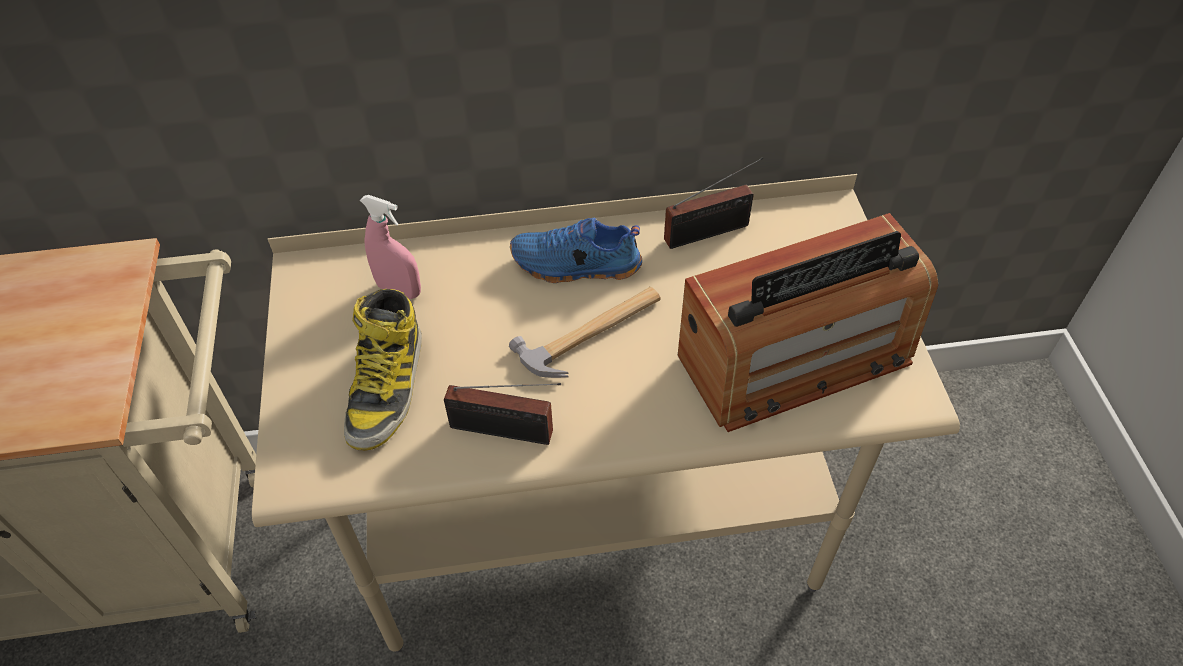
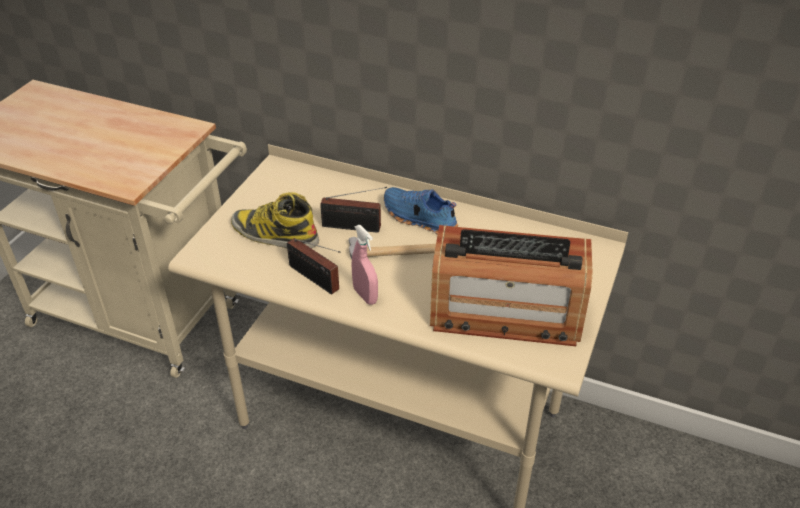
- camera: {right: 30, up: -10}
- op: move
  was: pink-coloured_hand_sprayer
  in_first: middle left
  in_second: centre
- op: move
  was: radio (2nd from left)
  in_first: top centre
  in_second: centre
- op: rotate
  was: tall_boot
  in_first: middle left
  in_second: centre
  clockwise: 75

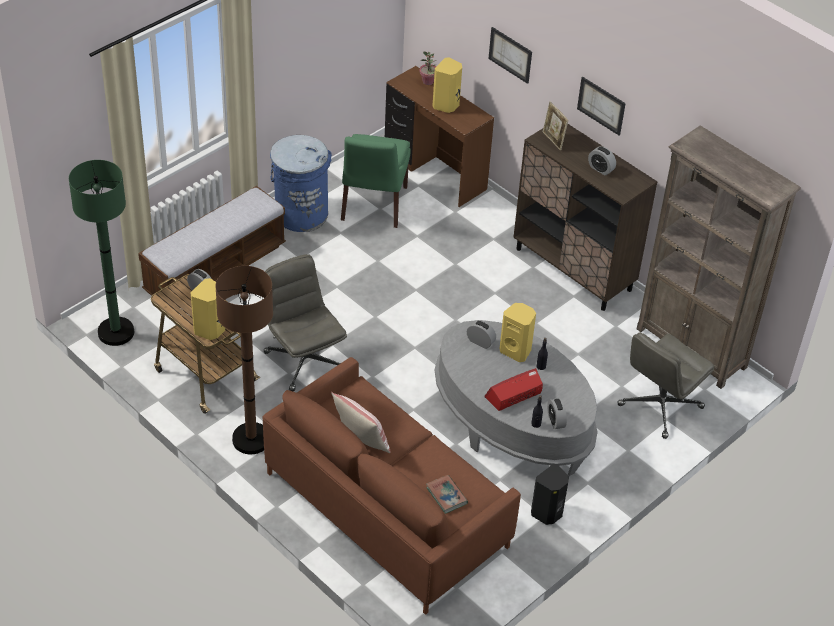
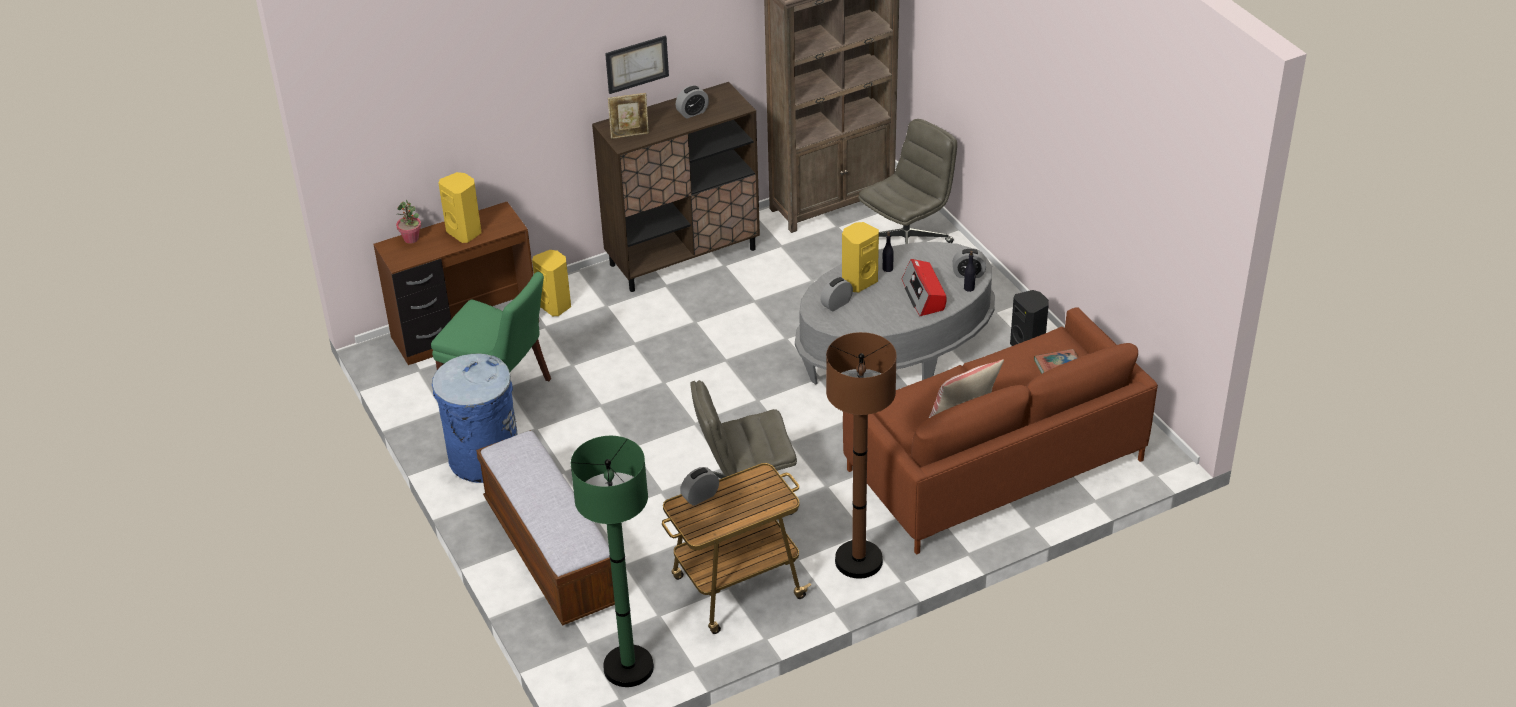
- camera: {right: -70, up: -5}
- op: delete
  was: wall_picture (1st from left)
  in_first: top centre
- op: move
  was: yellowish_loudspeaker (1st from left in the first image)
  now: yellowish_loudspeaker (2nd from left)
  in_first: middle left
  in_second: centre
- op: rotate
  was: gray_computer_chair (2nd from left)
  in_first: middle right
  in_second: top centre
  clockwise: -105

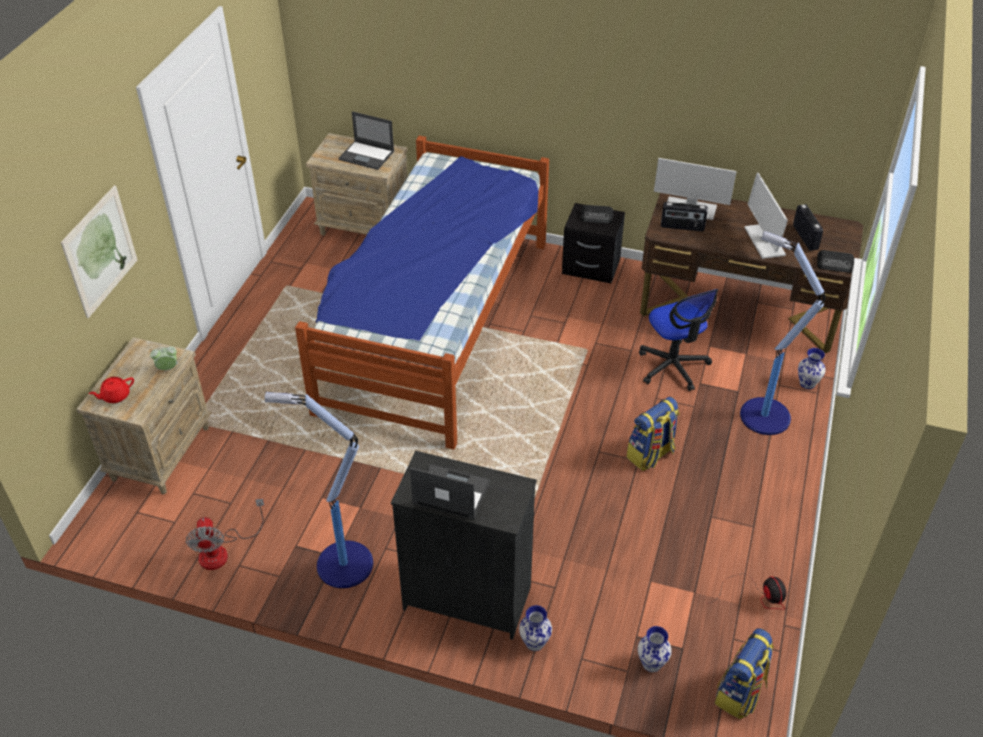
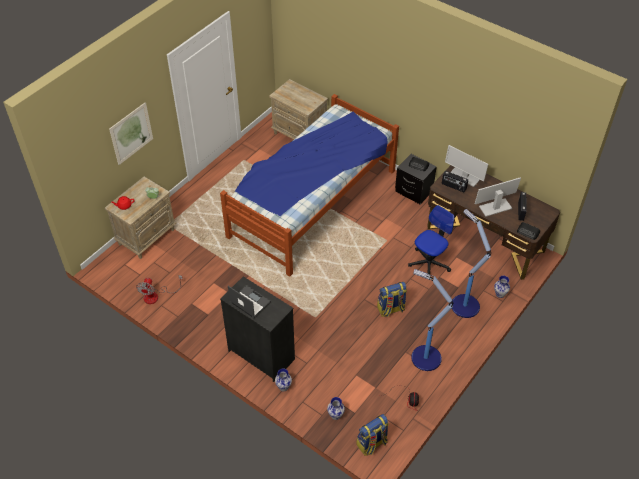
- camera: {right: 20, up: 5}
- op: delete
  was: portable_computer (1st from left)
  in_first: top centre
- op: move
  was: standing_lamp (1st from left)
  in_first: middle left
  in_second: bottom right
- op: rotate
  was: computer_chair
  in_first: middle right
  in_second: middle right
  clockwise: -135
- op: rotate
  was: monitor (2nd from left)
  in_first: top right
  in_second: middle right
  clockwise: 60

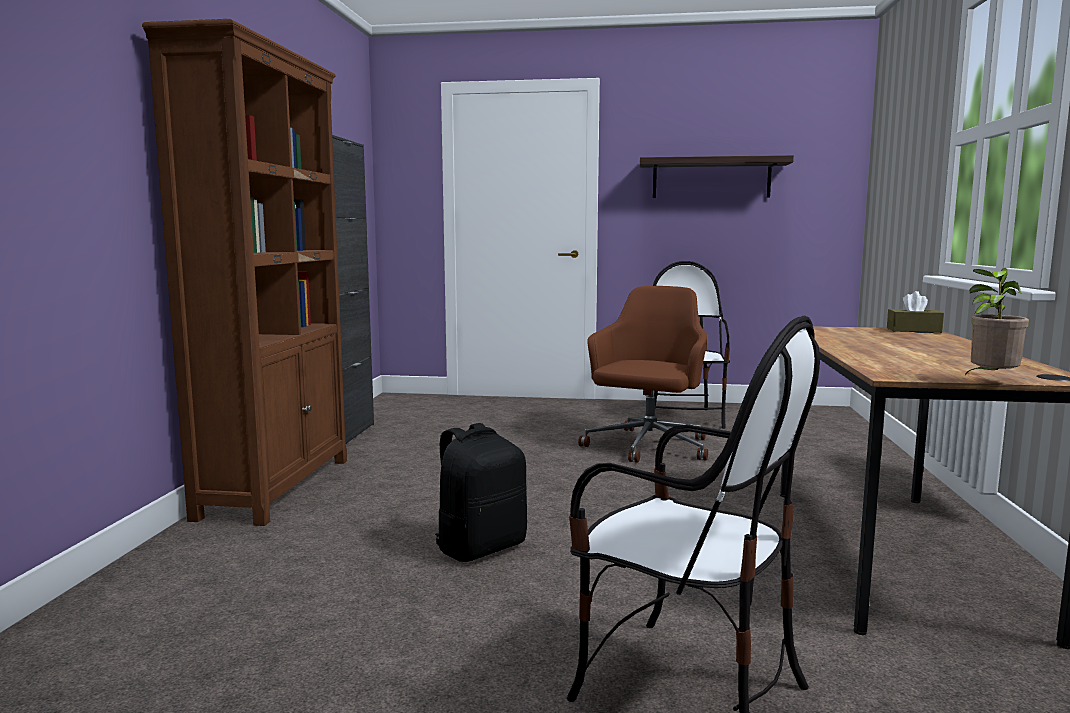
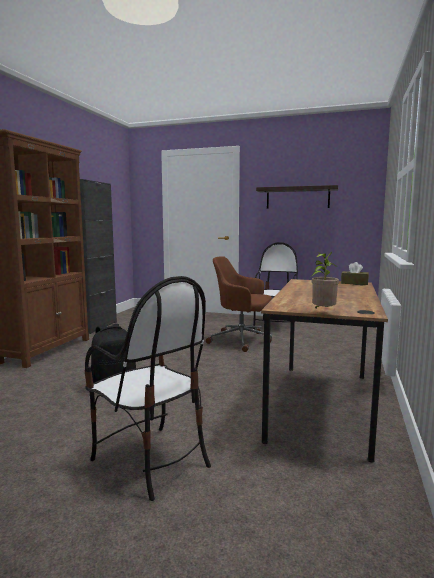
- camera: {right: 10, up: 0}
- op: rotate
  was: brown-coloured_computer_chair
  in_first: centre
  in_second: centre
  clockwise: -105

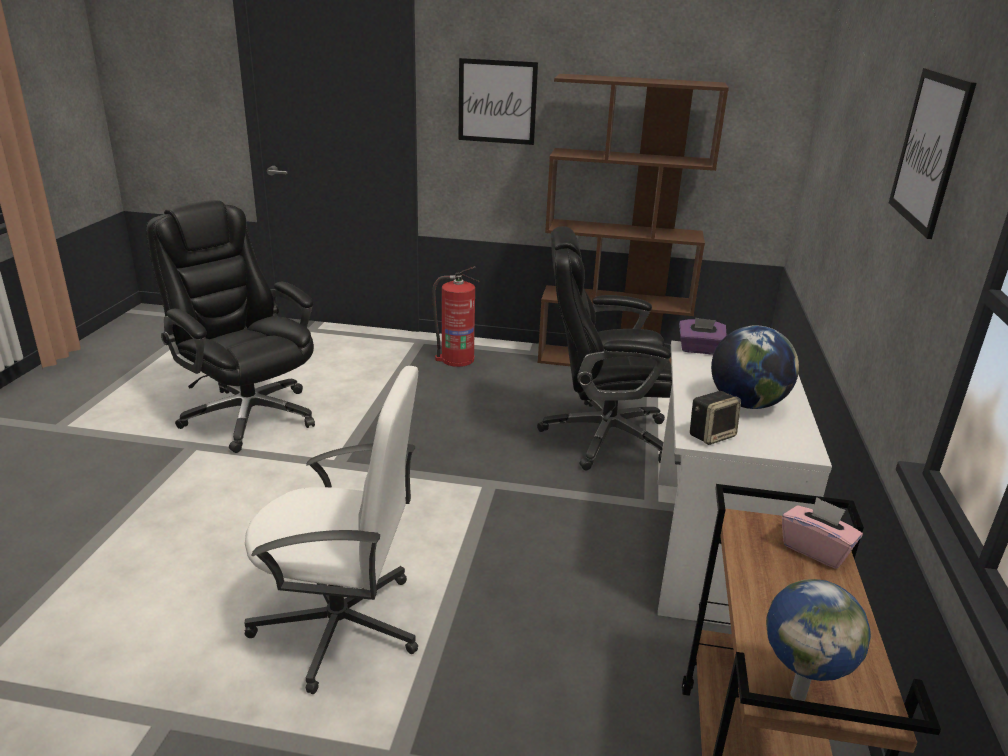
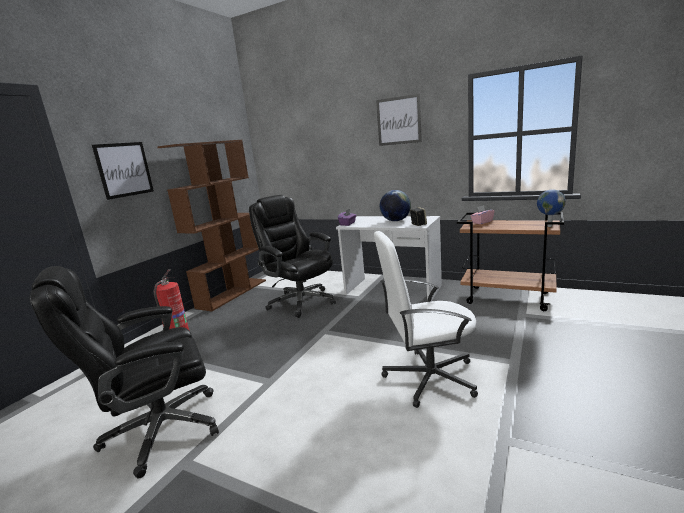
- camera: {right: -70, up: -10}
- op: rotate
  was: whitish_computer_chair
  in_first: bottom left
  in_second: centre
  clockwise: -120
- op: rotate
  was: black-coloured_computer_chair (2nd from left)
  in_first: centre
  in_second: centre
  clockwise: 120

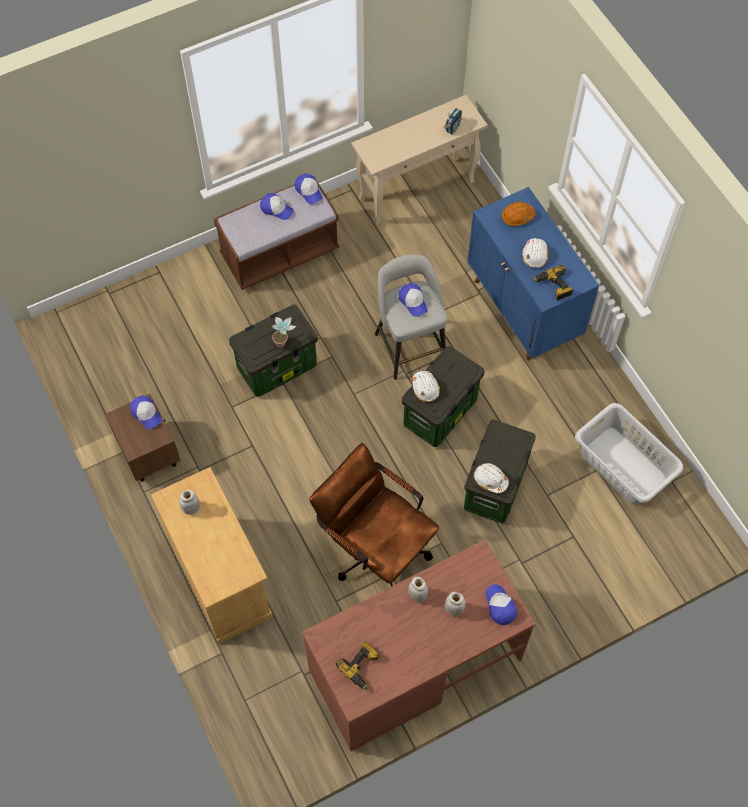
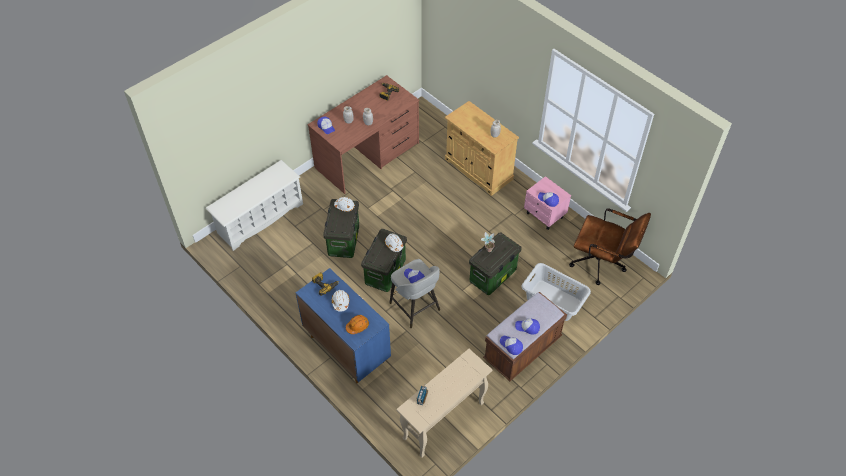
- camera: {right: 165, up: -10}
- op: insert
  now: whitish_shoe_stand
  in_second: middle left
- op: move
  was: brown-coloured_computer_chair
  in_first: centre
  in_second: middle right
- op: move
  was: gray_hamper
  in_first: middle right
  in_second: centre
- op: recolor
  was: brown-coloured_bedside_table
  now: pink-coloured_bedside_table
  in_first: middle left
  in_second: centre

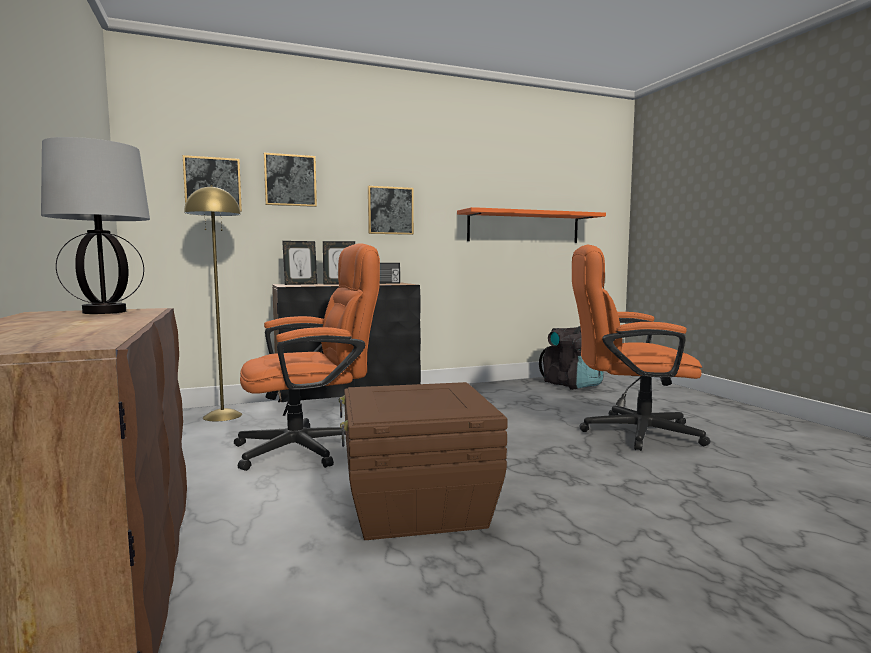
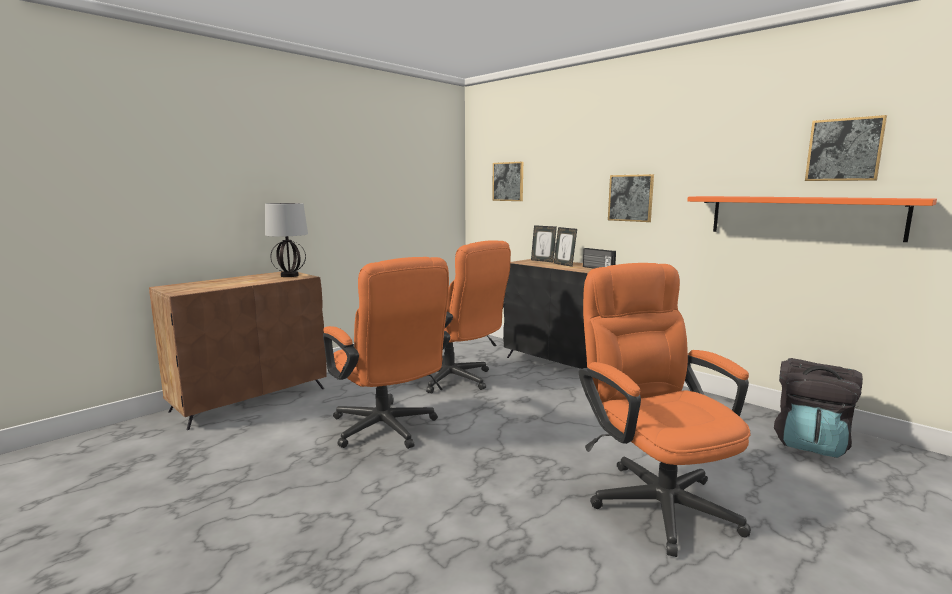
- camera: {right: 65, up: 5}
- op: delete
  was: yellowish_standing_lamp
  in_first: middle left
- op: move
  was: wall_picture (2nd from left in the first image)
  now: wall_picture (3rd from left)
  in_first: top left
  in_second: top right
- op: replace
  was: brown-coloured_storage_container
  now: orange-coloured_computer_chair (1st from left)
  in_first: bottom centre
  in_second: centre

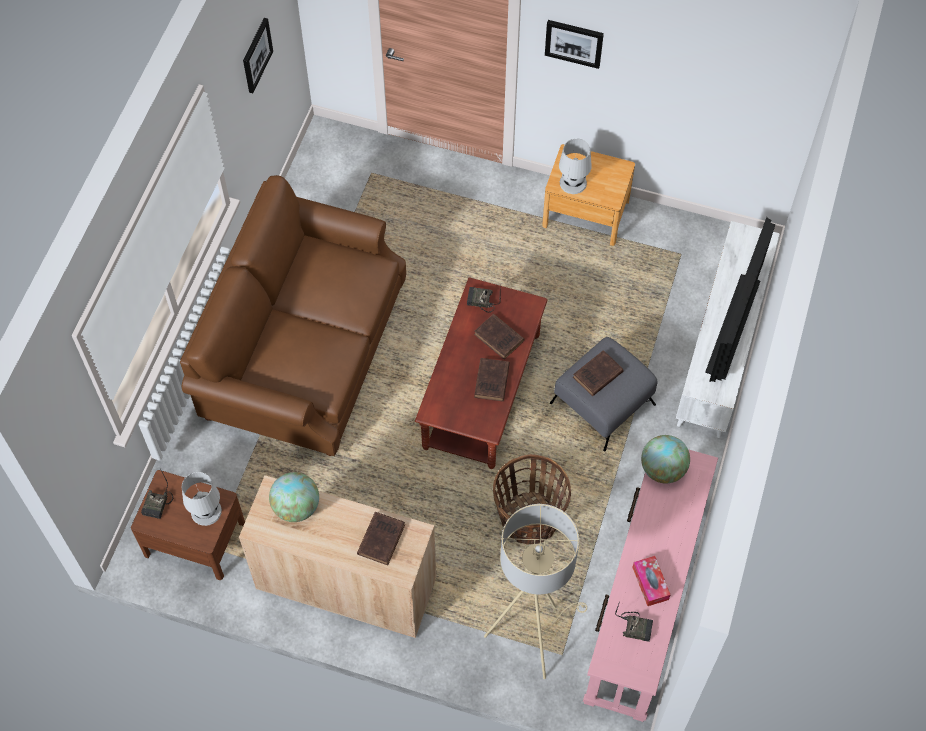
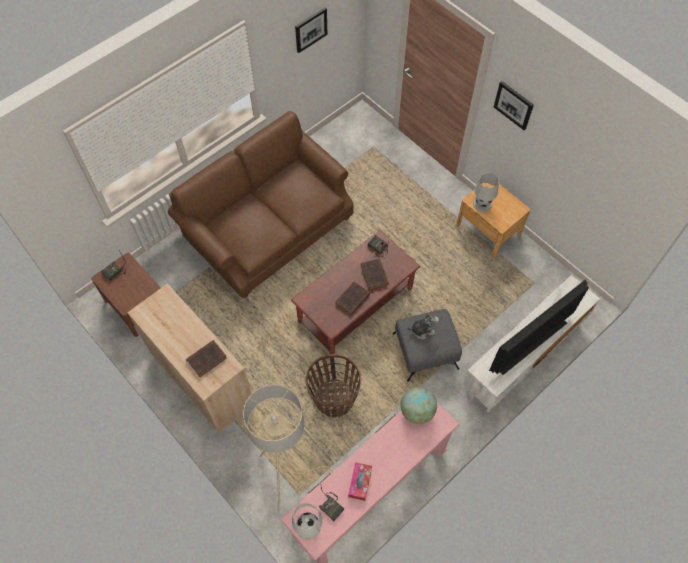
- camera: {right: 30, up: 0}
- op: delete
  was: desk_globe (1st from left)
  in_first: bottom left
- op: move
  was: whitish_lamp_for_a_table (1st from left)
  in_first: bottom left
  in_second: bottom centre
- op: replace
  was: brown-coloured_book (4th from left)
  now: soft_toy
  in_first: centre
  in_second: centre

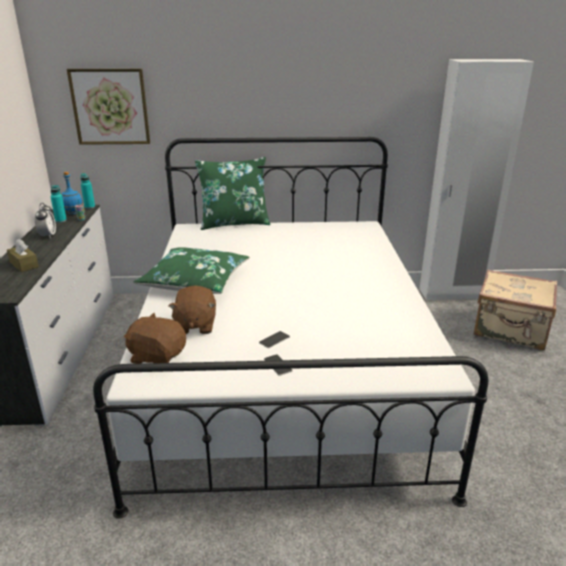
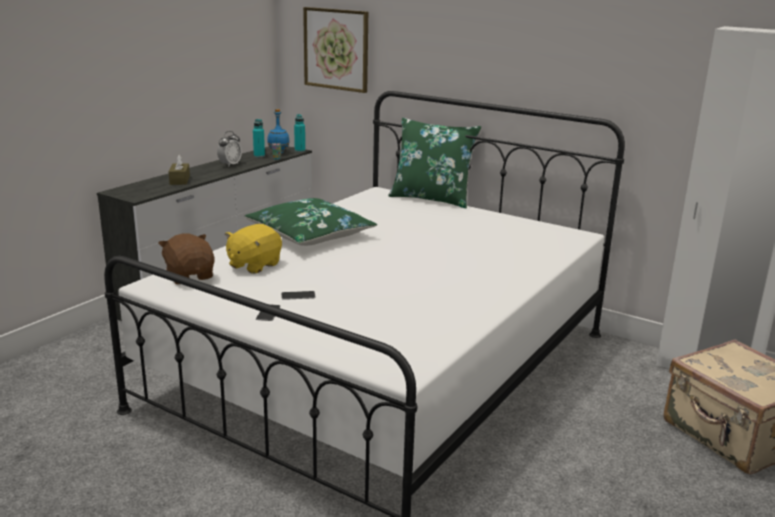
- camera: {right: 35, up: -5}
- op: recolor
  was: brown-coloured_soft_toy (2nd from left)
  now: yellowish_soft_toy
  in_first: centre
  in_second: middle left

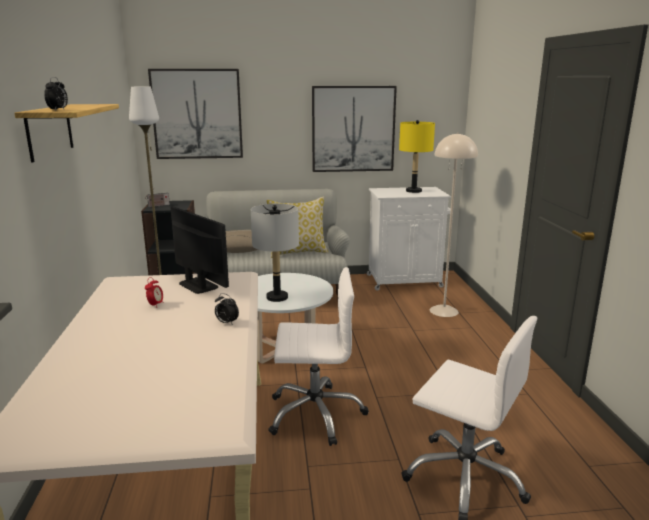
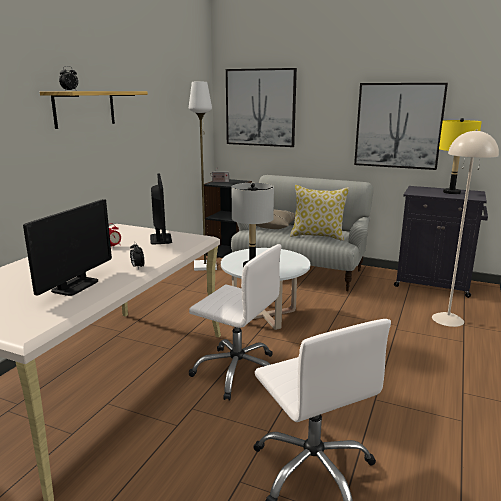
- camera: {right: 30, up: 0}
- op: insert
  now: monitor (1st from left)
  in_second: middle left
- op: recolor
  was: whitish_cabinet
  now: black-coloured_cabinet
  in_first: centre
  in_second: middle right

